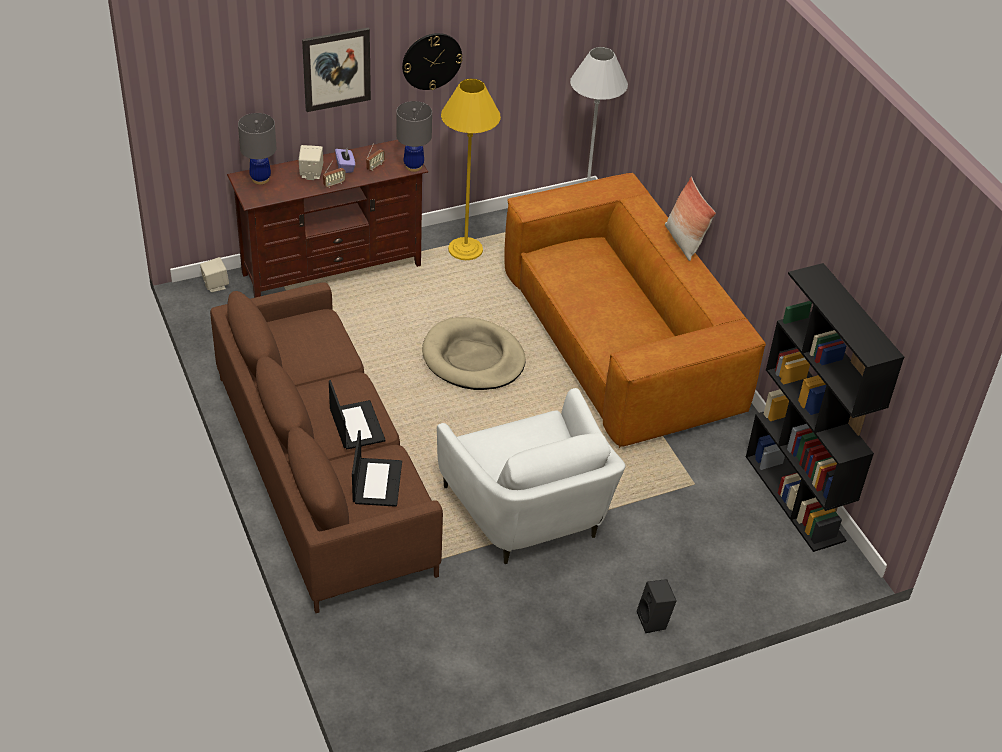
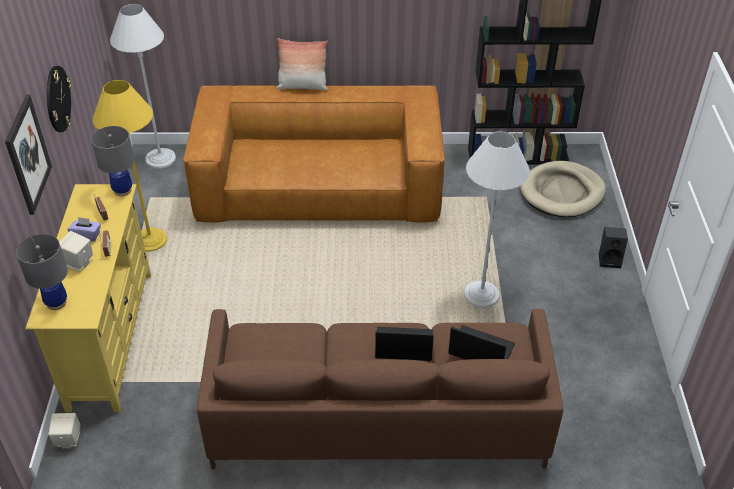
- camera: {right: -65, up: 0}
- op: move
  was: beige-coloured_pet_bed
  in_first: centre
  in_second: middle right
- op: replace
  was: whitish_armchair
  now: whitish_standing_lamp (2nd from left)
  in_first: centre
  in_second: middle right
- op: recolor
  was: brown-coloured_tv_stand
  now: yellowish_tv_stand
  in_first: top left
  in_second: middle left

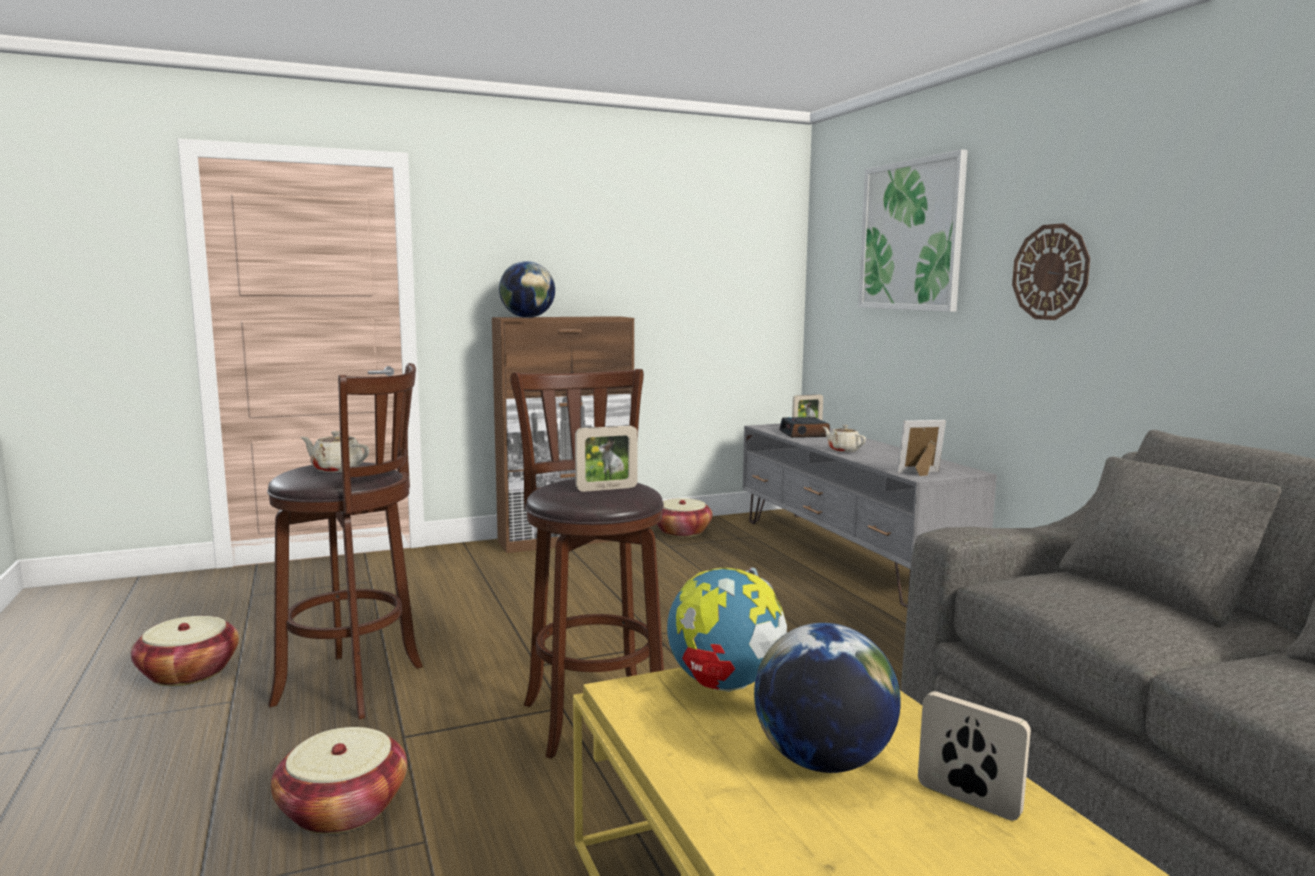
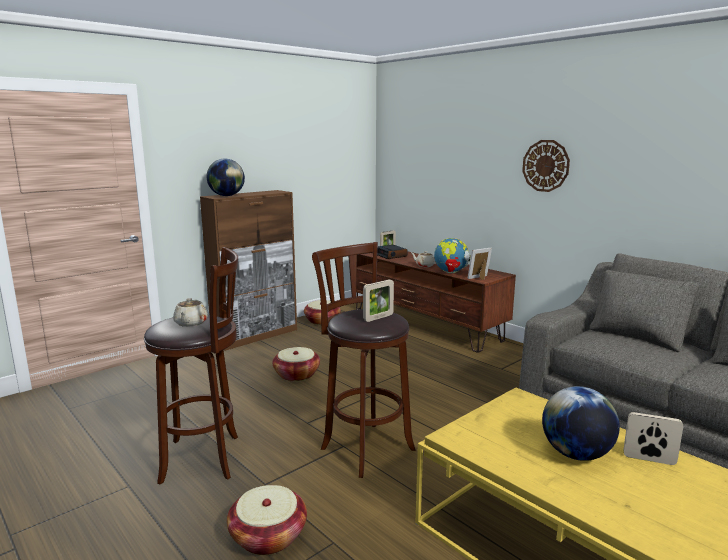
- camera: {right: -20, up: 5}
- op: delete
  was: wall_picture
  in_first: top right
- op: move
  was: storage_basket (1st from left in the first image)
  now: storage_basket (2nd from left)
  in_first: bottom left
  in_second: centre
- op: move
  was: desk_globe (2nd from left)
  in_first: bottom centre
  in_second: centre
- op: recolor
  was: gray_tv_stand
  now: brown-coloured_tv_stand
  in_first: centre
  in_second: centre
- op: rotate
  was: beige-coloured_tea_pot (1st from left)
  in_first: middle left
  in_second: middle left
  clockwise: -90

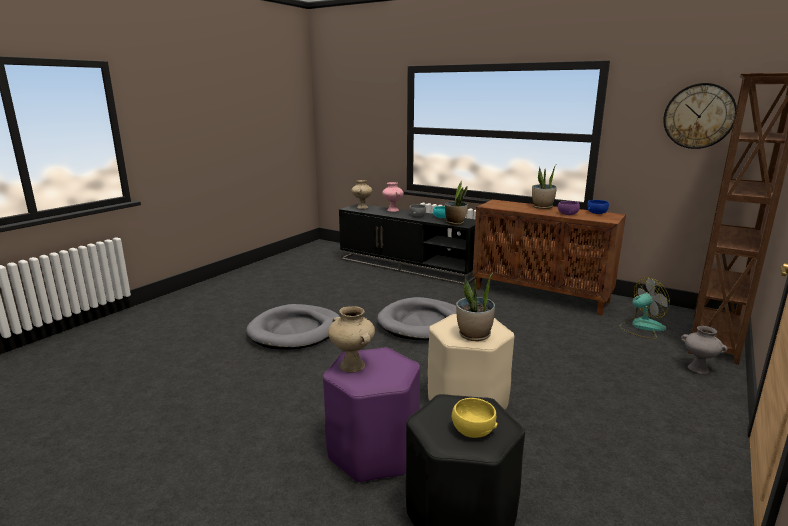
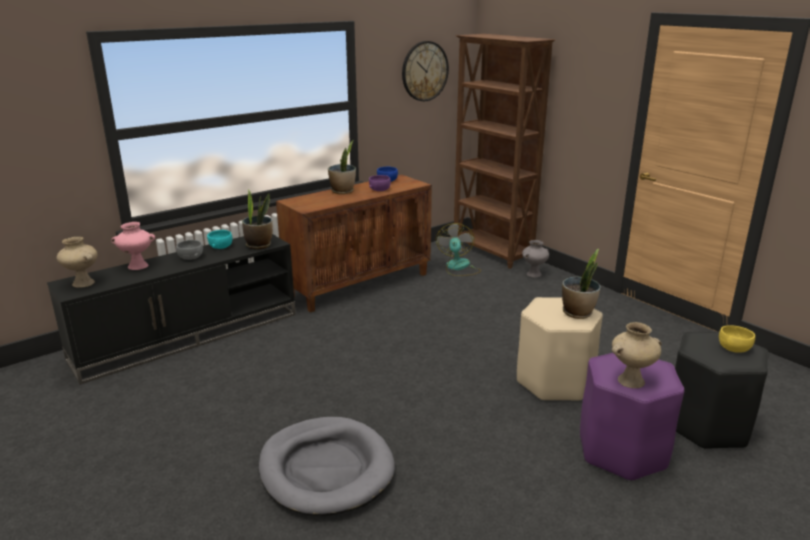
- camera: {right: -70, up: 5}
- op: delete
  was: gray_pet_bed (2nd from left)
  in_first: centre

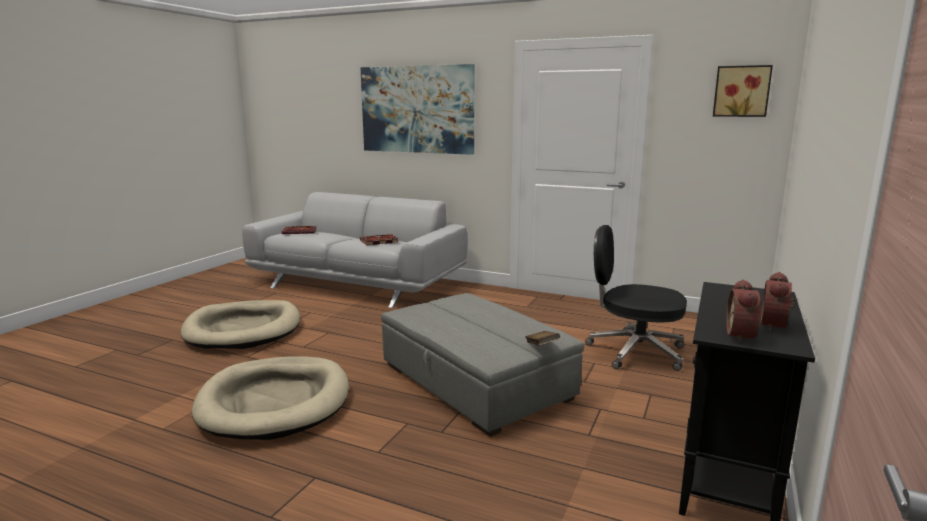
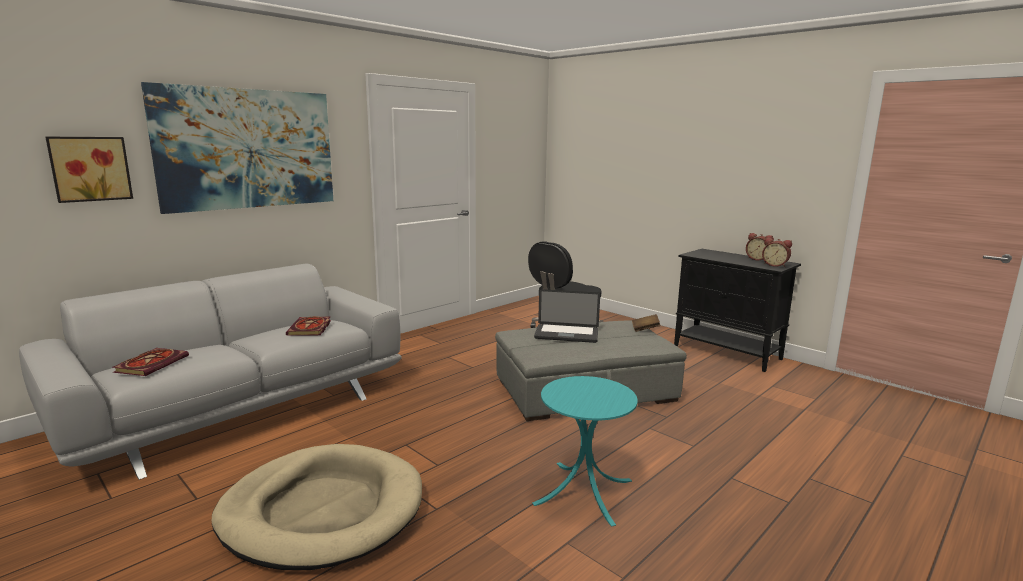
- camera: {right: -70, up: 0}
- op: insert
  now: portable_computer
  in_second: centre
- op: move
  was: wall_picture (2nd from left in the first image)
  now: wall_picture (1st from left)
  in_first: top right
  in_second: top left
- op: replace
  was: beige-coloured_pet_bed (2nd from left)
  now: turquoise_accent_table
  in_first: bottom left
  in_second: bottom centre

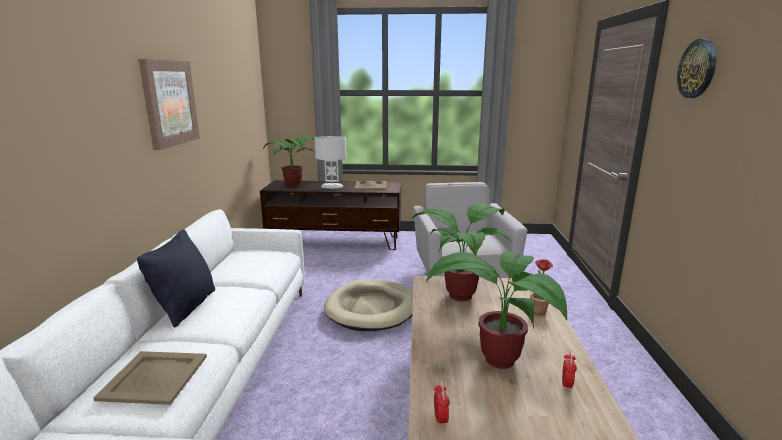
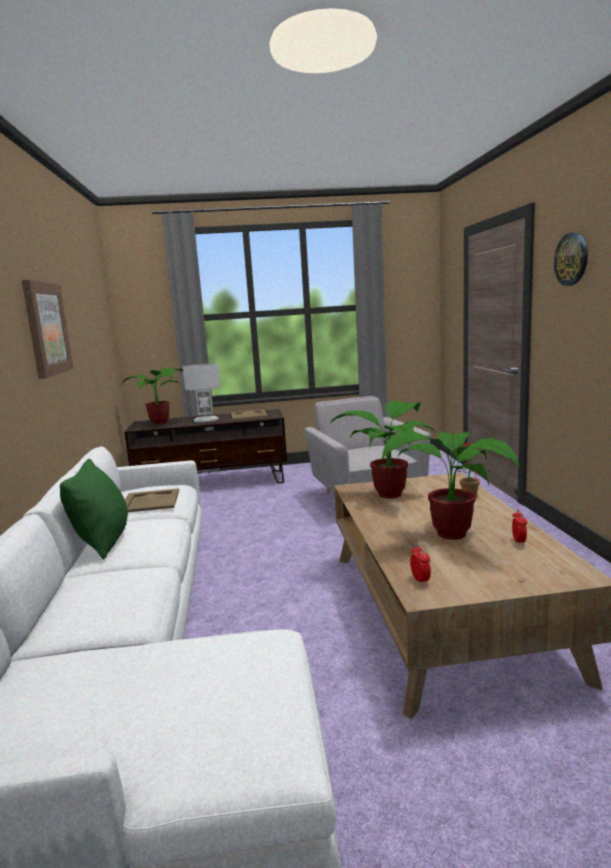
- camera: {right: -10, up: -5}
- op: delete
  was: beige-coloured_pet_bed
  in_first: bottom centre
- op: move
  was: beige-coloured_tray (1st from left)
  in_first: bottom left
  in_second: middle left
- op: recolor
  was: black-coloured_pillow
  now: green-coloured_pillow
  in_first: middle left
  in_second: middle left

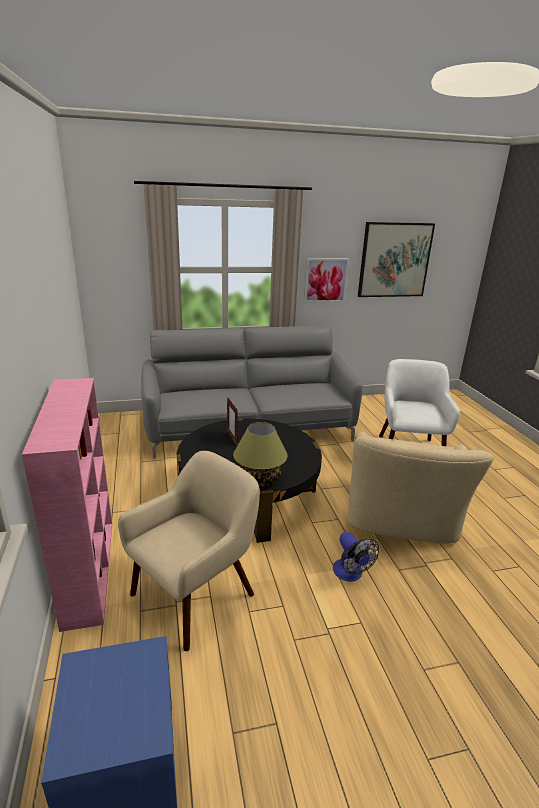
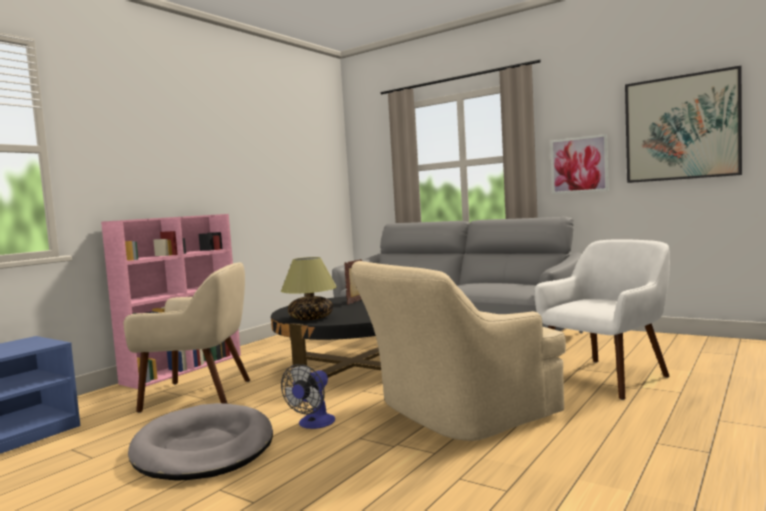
- camera: {right: 50, up: -20}
- op: insert
  now: gray_pet_bed
  in_second: bottom left

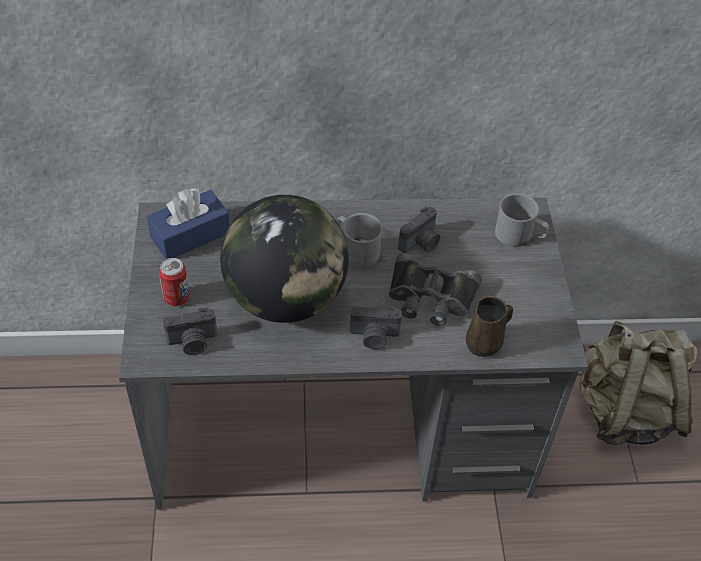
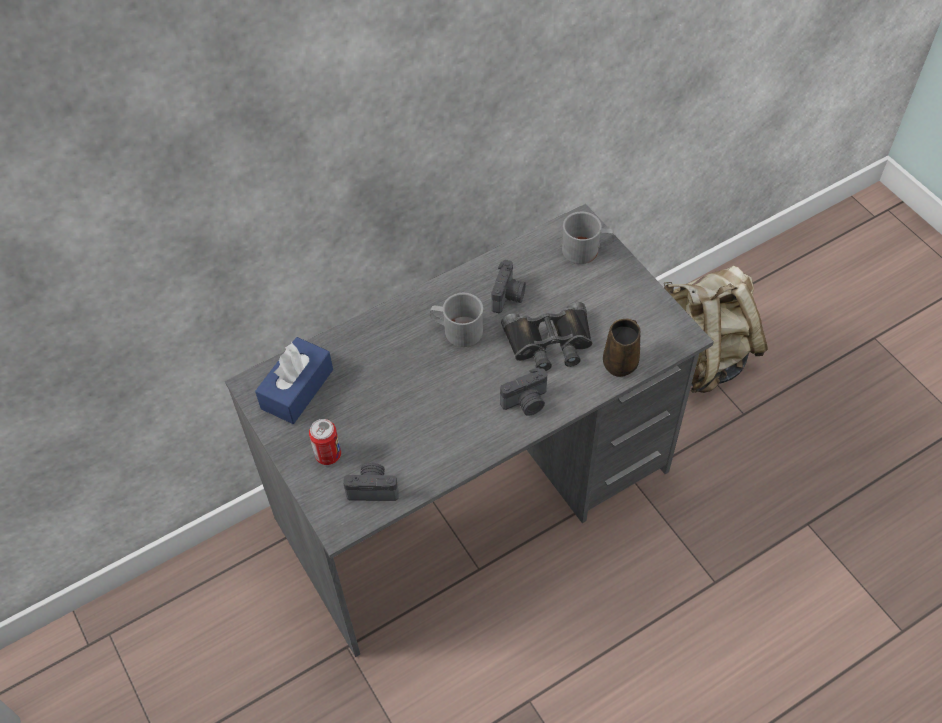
- camera: {right: -25, up: 5}
- op: delete
  was: desk_globe
  in_first: centre
- op: rotate
  was: still_camera (1st from left)
  in_first: middle left
  in_second: bottom centre
  clockwise: -135

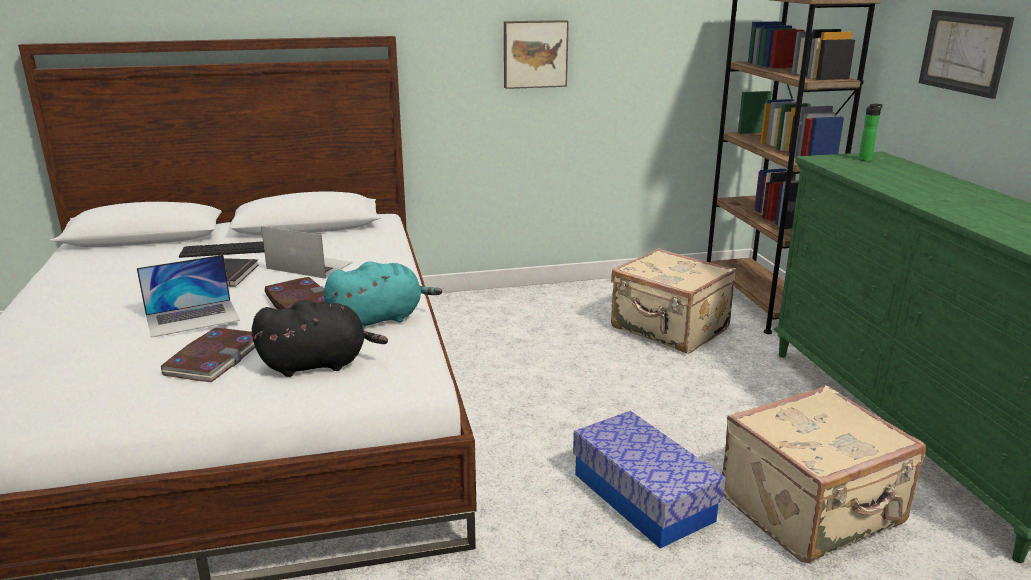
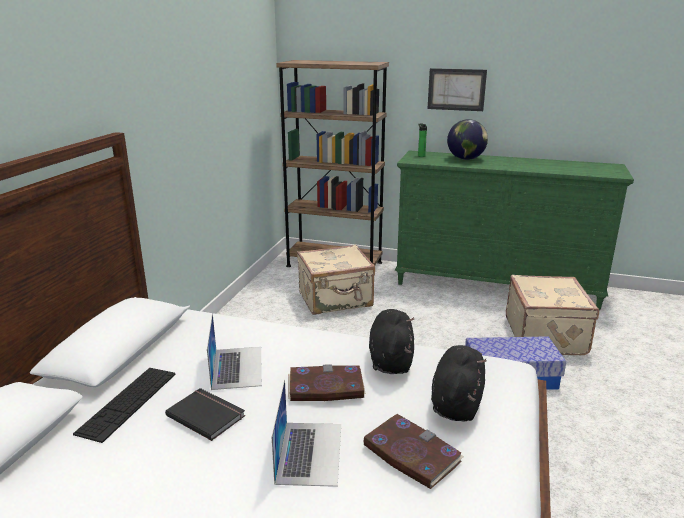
- camera: {right: -60, up: 0}
- op: delete
  was: wall_picture (1st from left)
  in_first: top centre
- op: insert
  now: desk_globe
  in_second: top right
- op: recolor
  was: turquoise_soft_toy
  now: black-coloured_soft_toy (1st from left)
  in_first: centre
  in_second: centre
- op: rotate
  was: portable_computer (2nd from left in the first image)
  in_first: middle left
  in_second: bottom centre
  clockwise: 120

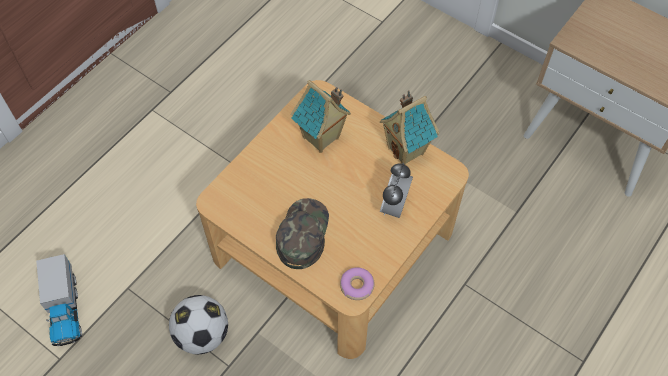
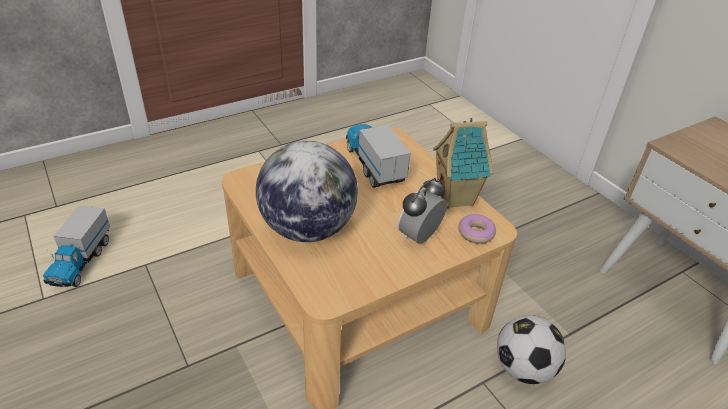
- camera: {right: 20, up: -20}
- op: move
  was: football_ball
  in_first: bottom left
  in_second: bottom right
- op: move
  was: donut
  in_first: bottom centre
  in_second: centre
- op: replace
  was: green-coloured_baseball_cap
  now: desk_globe
  in_first: centre
  in_second: centre
- op: replace
  was: miniature_house (1st from left)
  now: toy_truck (2nd from left)
  in_first: top centre
  in_second: centre

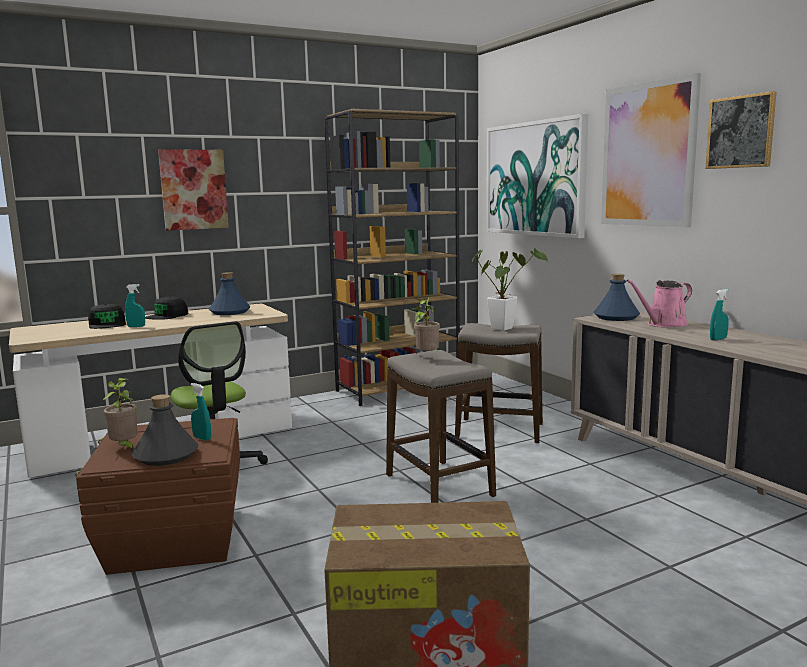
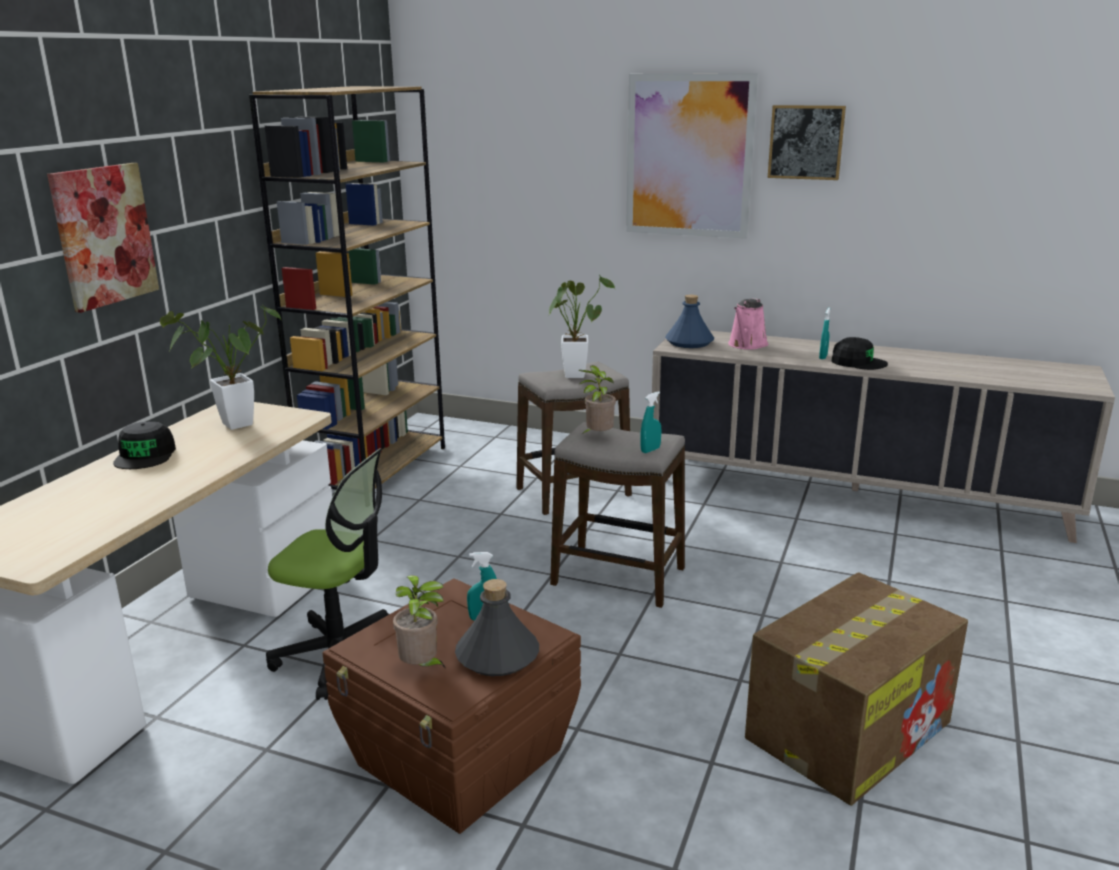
- camera: {right: -40, up: 10}
- op: delete
  was: wall_picture (2nd from left)
  in_first: top centre
- op: move
  was: black-coloured_baseball_cap (1st from left in the first image)
  now: black-coloured_baseball_cap (2nd from left)
  in_first: middle left
  in_second: middle right
- op: move
  was: turquoise_hand_sprayer (1st from left in the first image)
  now: turquoise_hand_sprayer (2nd from left)
  in_first: middle left
  in_second: centre
- op: replace
  was: blue-coloured_drink_bottle (1st from left)
  now: potted_plant (1st from left)
  in_first: middle left
  in_second: middle left

